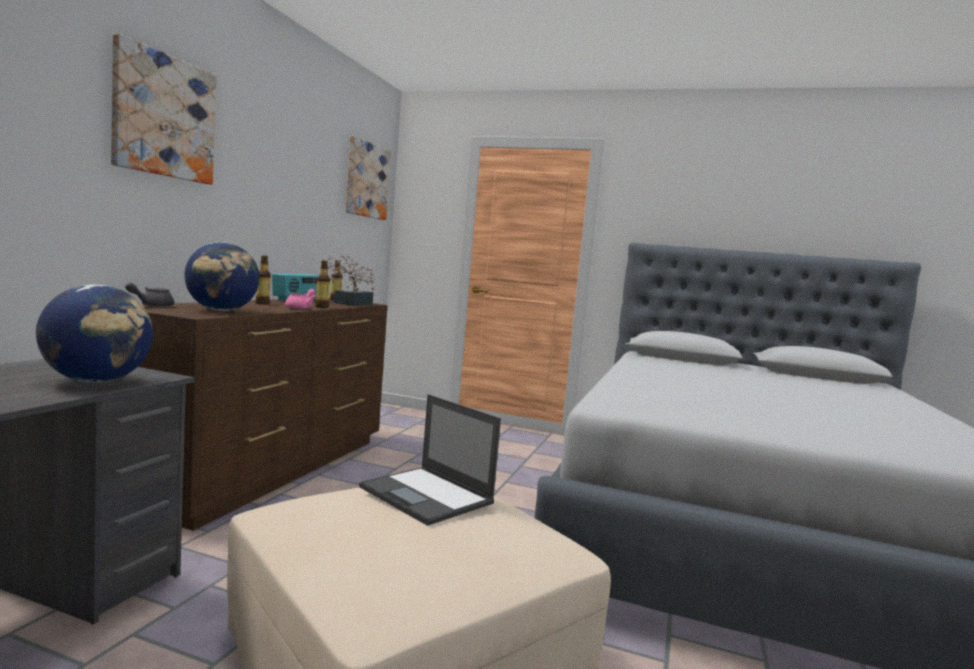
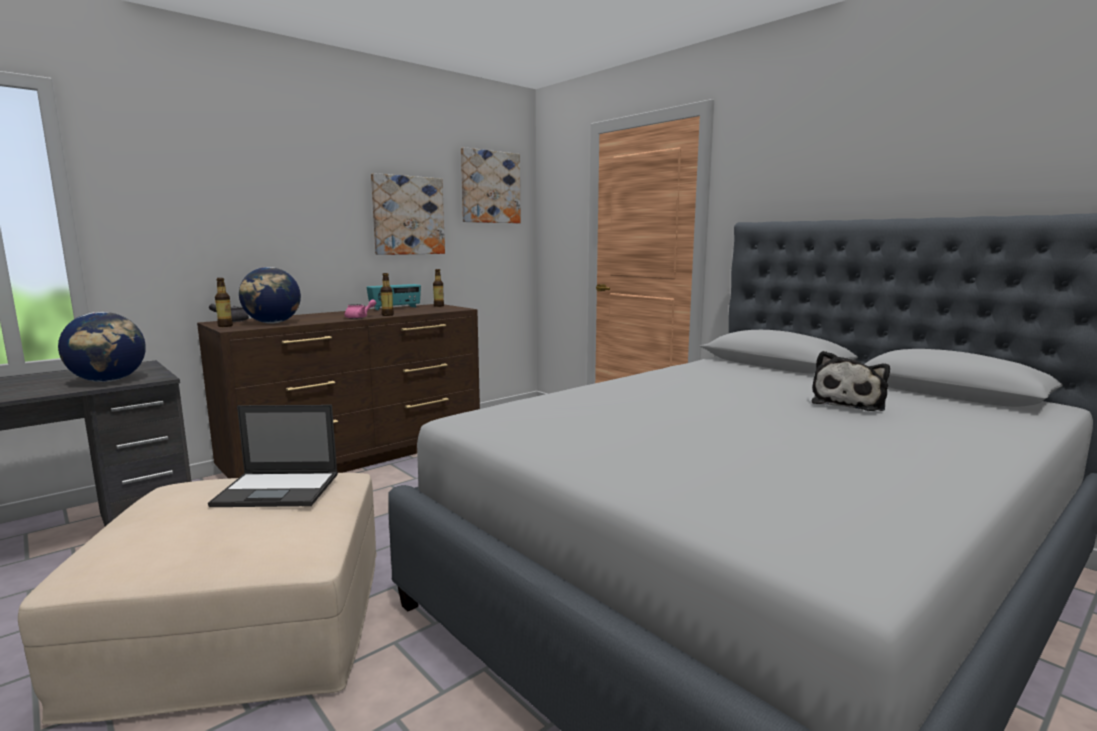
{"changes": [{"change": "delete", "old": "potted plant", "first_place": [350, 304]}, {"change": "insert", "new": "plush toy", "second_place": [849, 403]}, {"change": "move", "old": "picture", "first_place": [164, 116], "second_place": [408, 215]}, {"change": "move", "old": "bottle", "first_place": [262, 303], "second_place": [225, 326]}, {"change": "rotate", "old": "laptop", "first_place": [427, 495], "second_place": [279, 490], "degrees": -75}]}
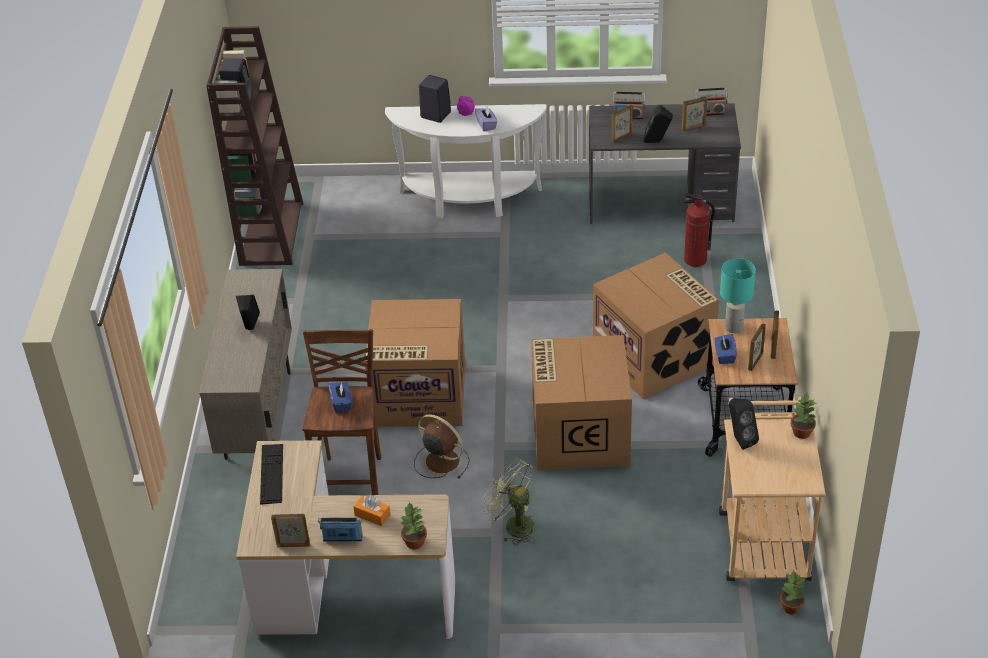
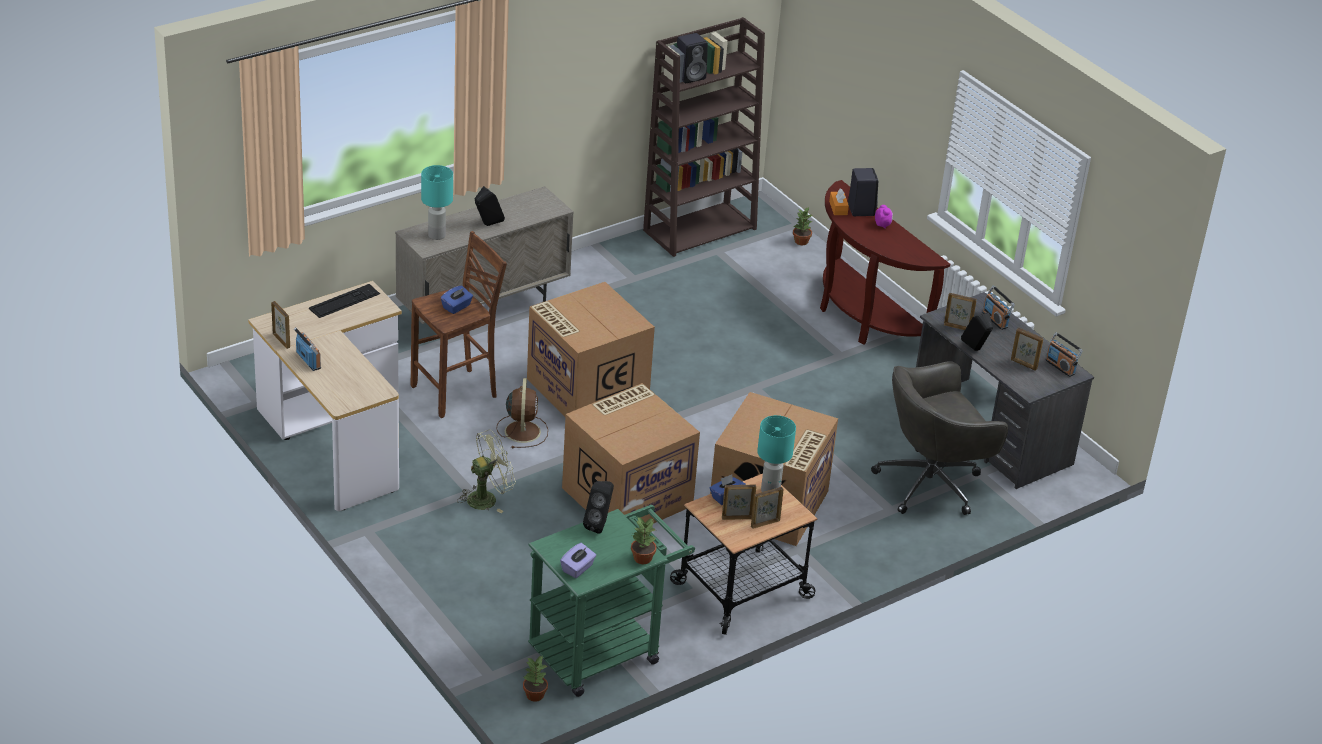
{"changes": [{"change": "insert", "new": "turquoise table lamp", "second_place": [436, 235]}, {"change": "move", "old": "orange tissue box", "first_place": [372, 515], "second_place": [838, 208]}, {"change": "move", "old": "potted plant", "first_place": [414, 542], "second_place": [801, 241]}, {"change": "move", "old": "purple tissue box", "first_place": [486, 125], "second_place": [578, 568]}, {"change": "replace", "old": "fire extinguisher", "new": "grey office chair", "first_place": [695, 260], "second_place": [931, 483]}, {"change": "recolor", "old": "white console table", "new": "brown console table", "first_place": [469, 201], "second_place": [863, 318]}, {"change": "recolor", "old": "beige cart", "new": "green cart", "first_place": [762, 537], "second_place": [603, 650]}, {"change": "rotate", "old": "green fan", "first_place": [513, 524], "second_place": [487, 498], "degrees": 60}]}
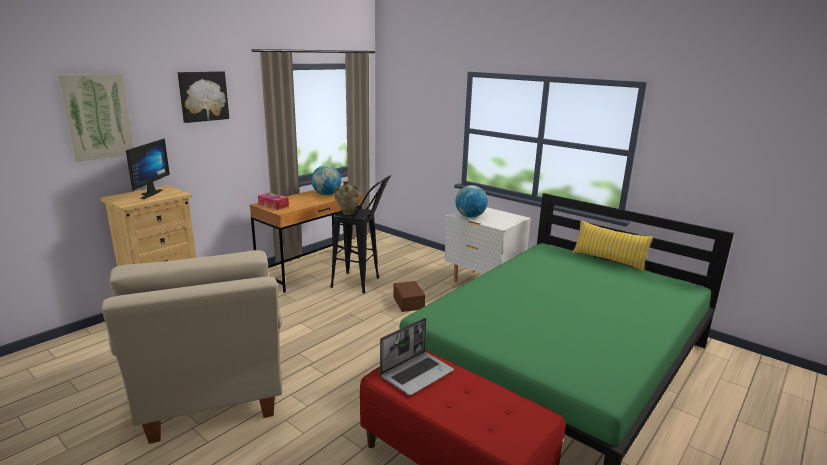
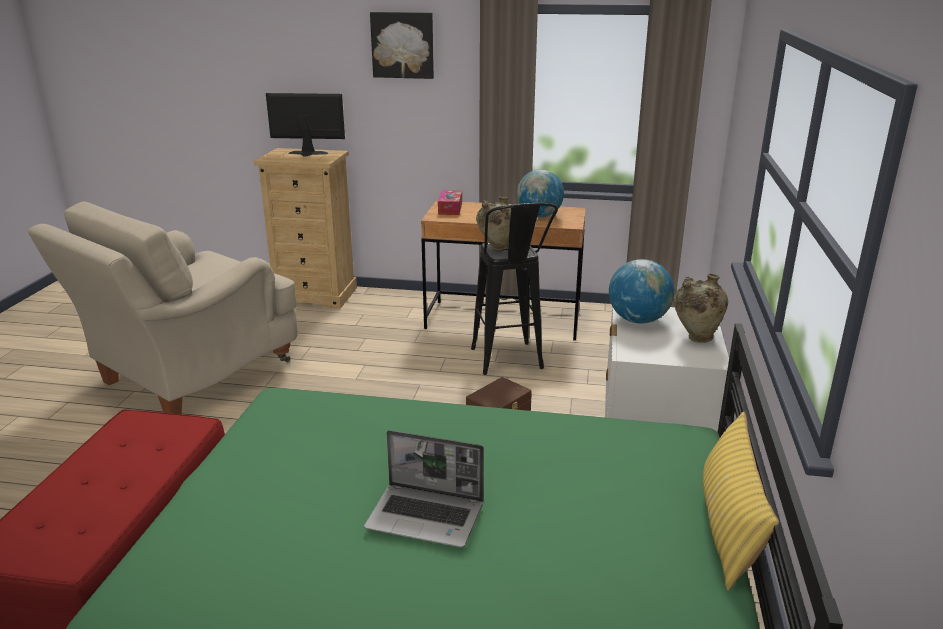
{"changes": [{"change": "delete", "old": "picture", "first_place": [97, 116]}, {"change": "insert", "new": "beige vase", "second_place": [695, 338]}, {"change": "move", "old": "laptop", "first_place": [417, 373], "second_place": [427, 516]}, {"change": "rotate", "old": "monitor", "first_place": [147, 194], "second_place": [307, 154], "degrees": -150}]}
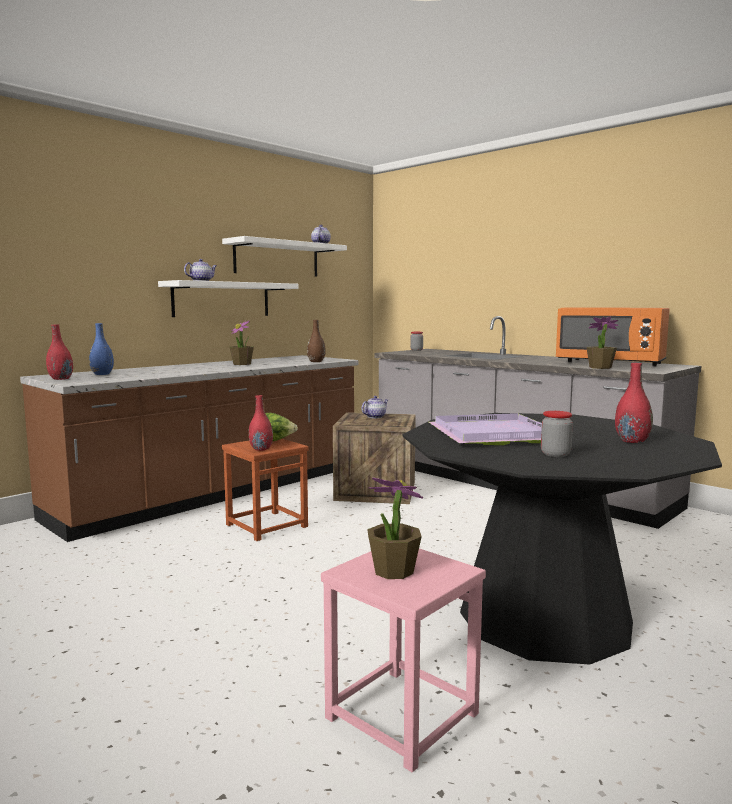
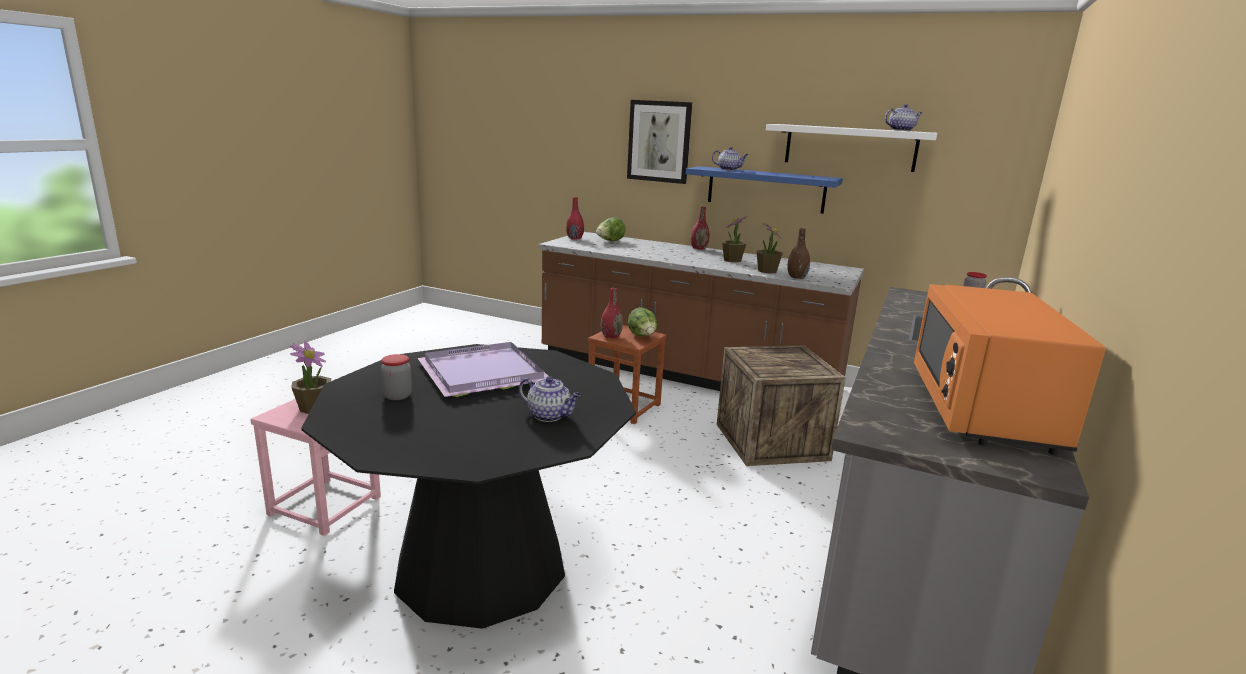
{"changes": [{"change": "insert", "new": "picture", "second_place": [659, 141]}, {"change": "move", "old": "teapot", "first_place": [375, 417], "second_place": [550, 415]}, {"change": "move", "old": "potted plant", "first_place": [600, 367], "second_place": [767, 271]}, {"change": "move", "old": "red vase", "first_place": [632, 441], "second_place": [698, 248]}, {"change": "replace", "old": "blue vase", "new": "lettuce", "first_place": [102, 374], "second_place": [609, 241]}, {"change": "recolor", "old": "white shelf", "new": "blue shelf", "first_place": [222, 299], "second_place": [765, 189]}]}
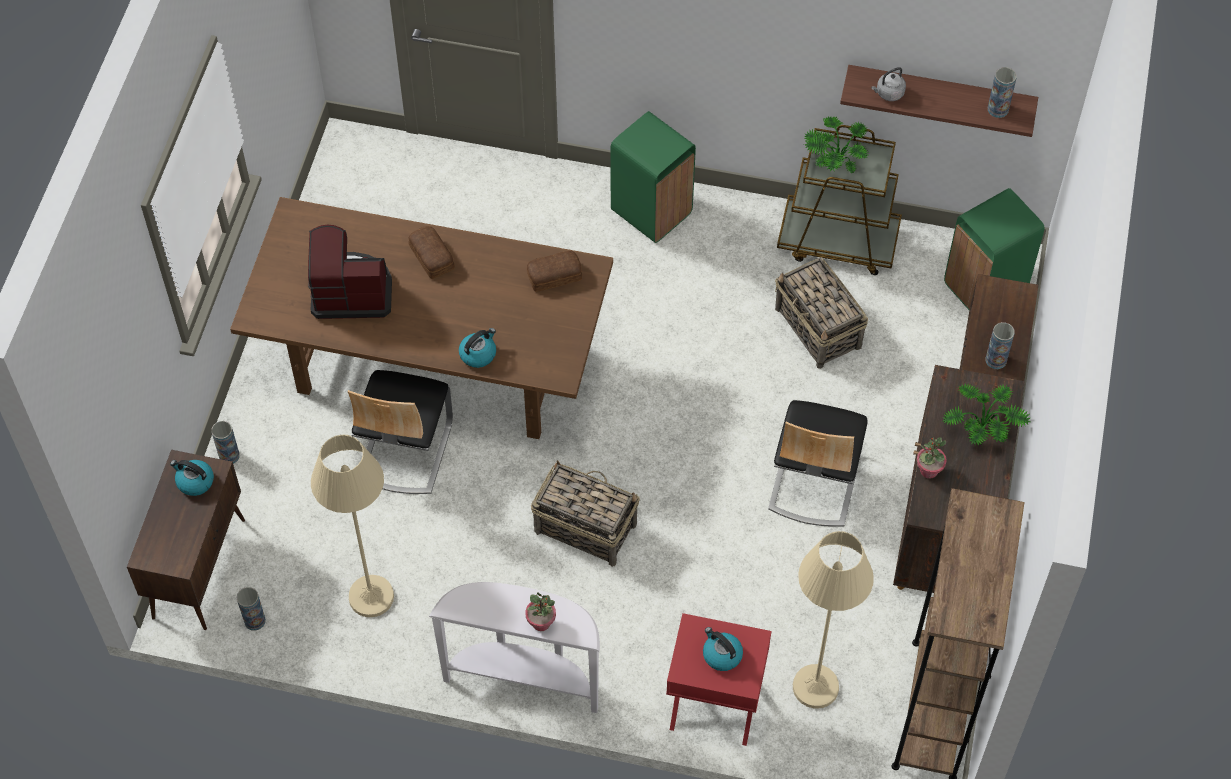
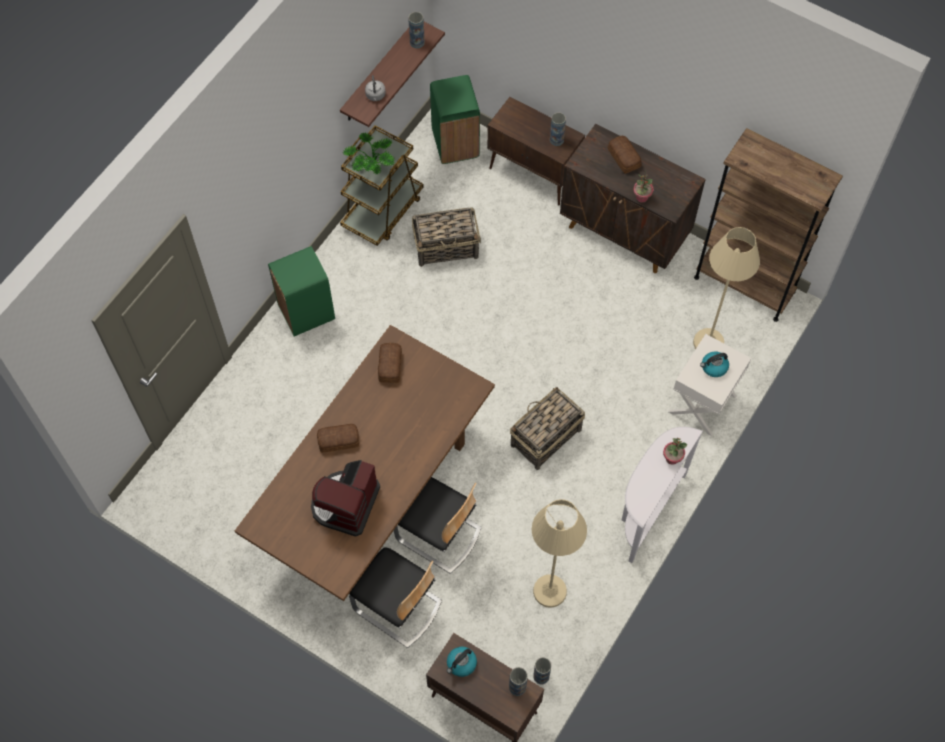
{"changes": [{"change": "delete", "old": "kettle", "first_place": [478, 354]}, {"change": "move", "old": "vase", "first_place": [229, 456], "second_place": [517, 687]}, {"change": "move", "old": "chair", "first_place": [813, 481], "second_place": [397, 606]}, {"change": "replace", "old": "potted plant", "new": "bread", "first_place": [982, 431], "second_place": [623, 158]}, {"change": "recolor", "old": "red nightstand", "new": "white nightstand", "first_place": [714, 705], "second_place": [703, 404]}]}
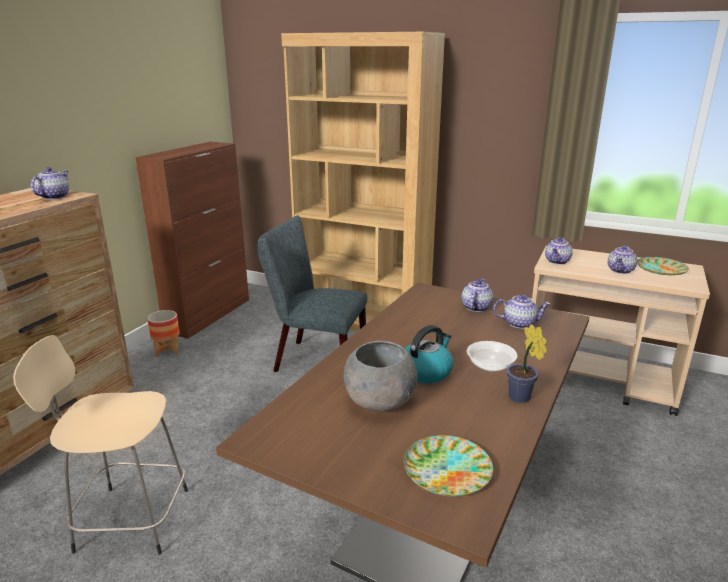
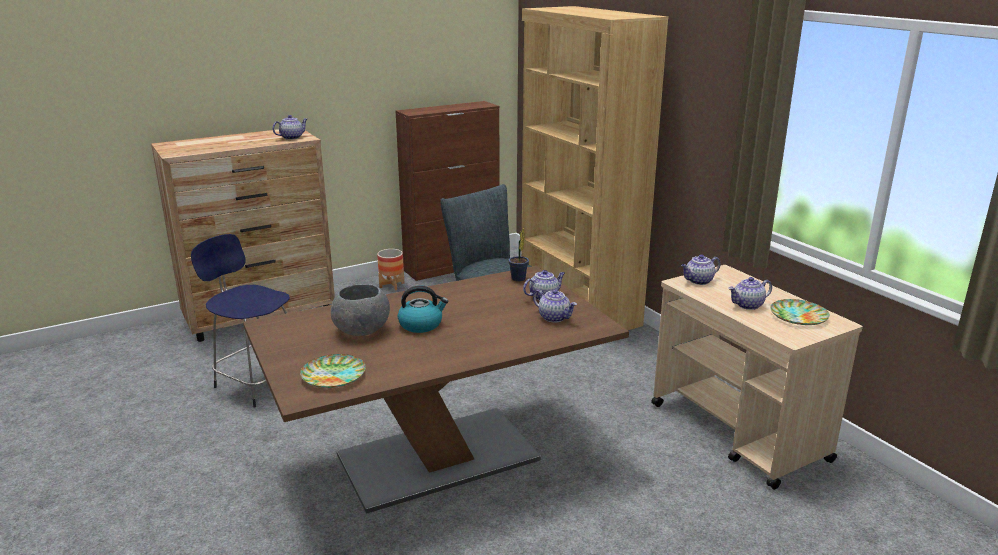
{"changes": [{"change": "delete", "old": "bowl", "first_place": [490, 366]}, {"change": "move", "old": "potted plant", "first_place": [521, 399], "second_place": [518, 279]}, {"change": "recolor", "old": "beige stool", "new": "blue stool", "first_place": [129, 519], "second_place": [258, 382]}]}
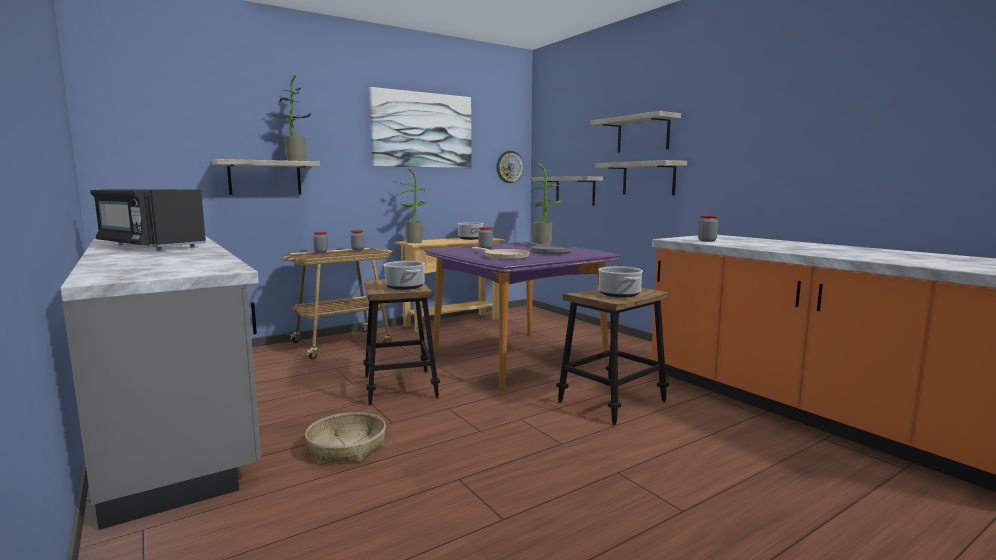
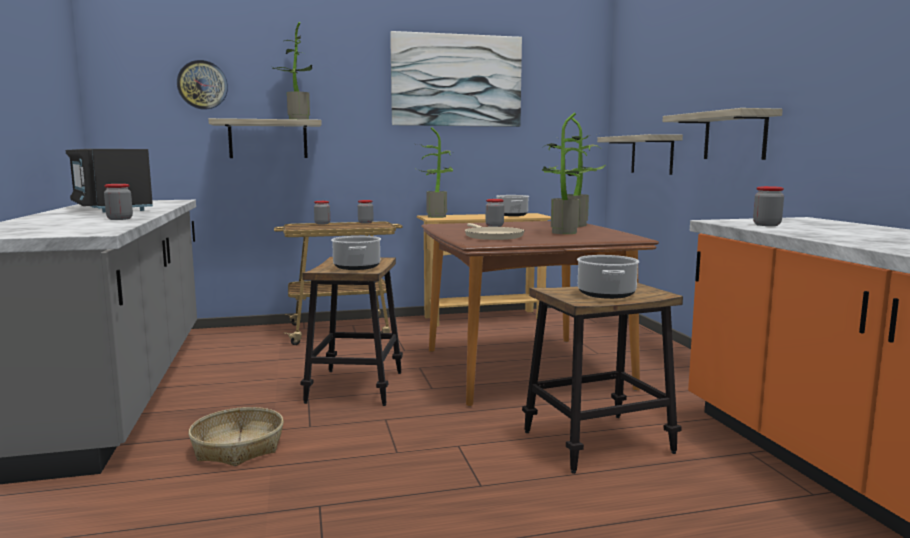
{"changes": [{"change": "delete", "old": "shelf", "first_place": [643, 134]}, {"change": "insert", "new": "jar", "second_place": [120, 219]}, {"change": "move", "old": "wall clock", "first_place": [509, 167], "second_place": [202, 85]}, {"change": "replace", "old": "grey frying pan", "new": "potted plant", "first_place": [548, 251], "second_place": [563, 233]}, {"change": "recolor", "old": "purple dining table", "new": "brown dining table", "first_place": [518, 358], "second_place": [525, 369]}]}
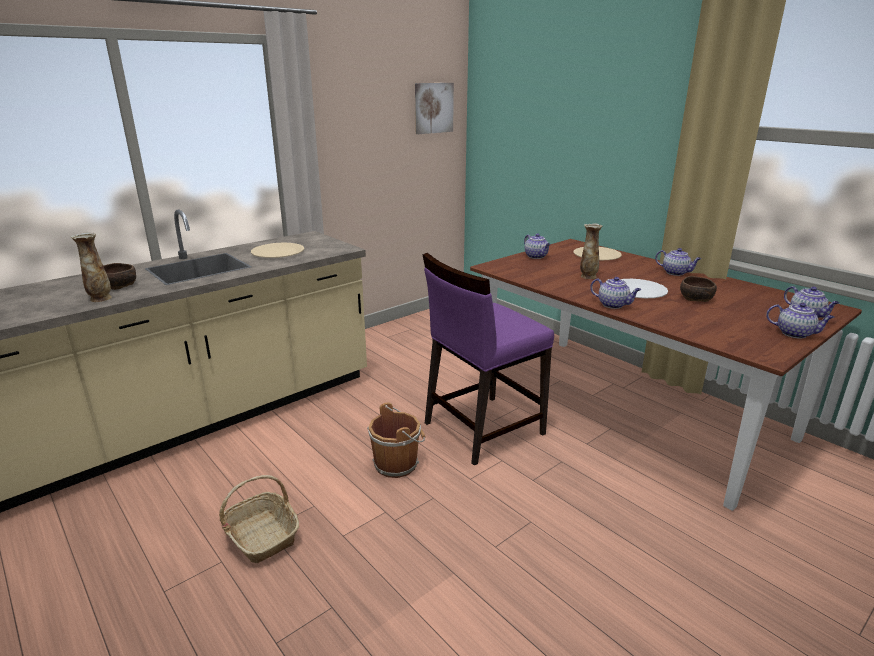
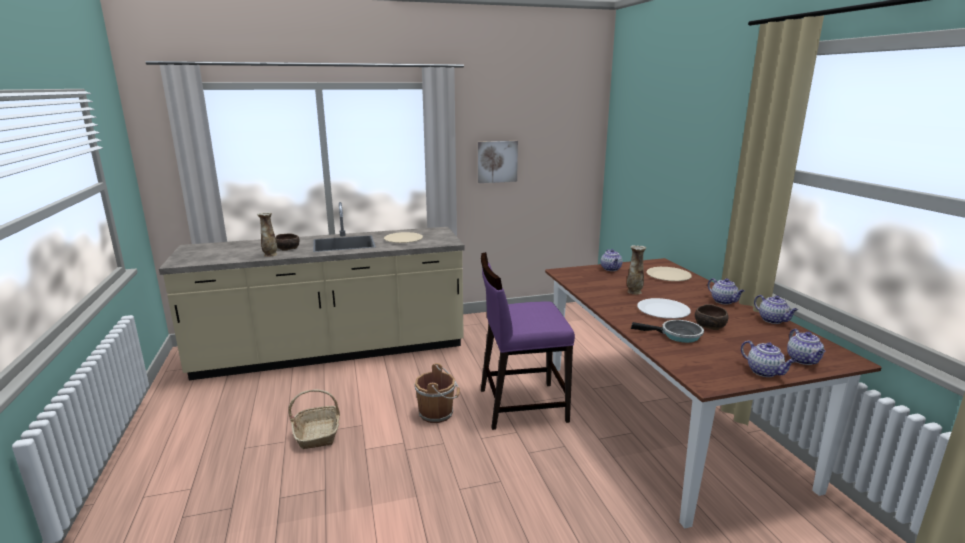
{"changes": [{"change": "insert", "new": "frying pan", "second_place": [677, 335]}, {"change": "move", "old": "picture", "first_place": [433, 108], "second_place": [497, 161]}, {"change": "move", "old": "teapot", "first_place": [613, 305], "second_place": [773, 320]}]}
